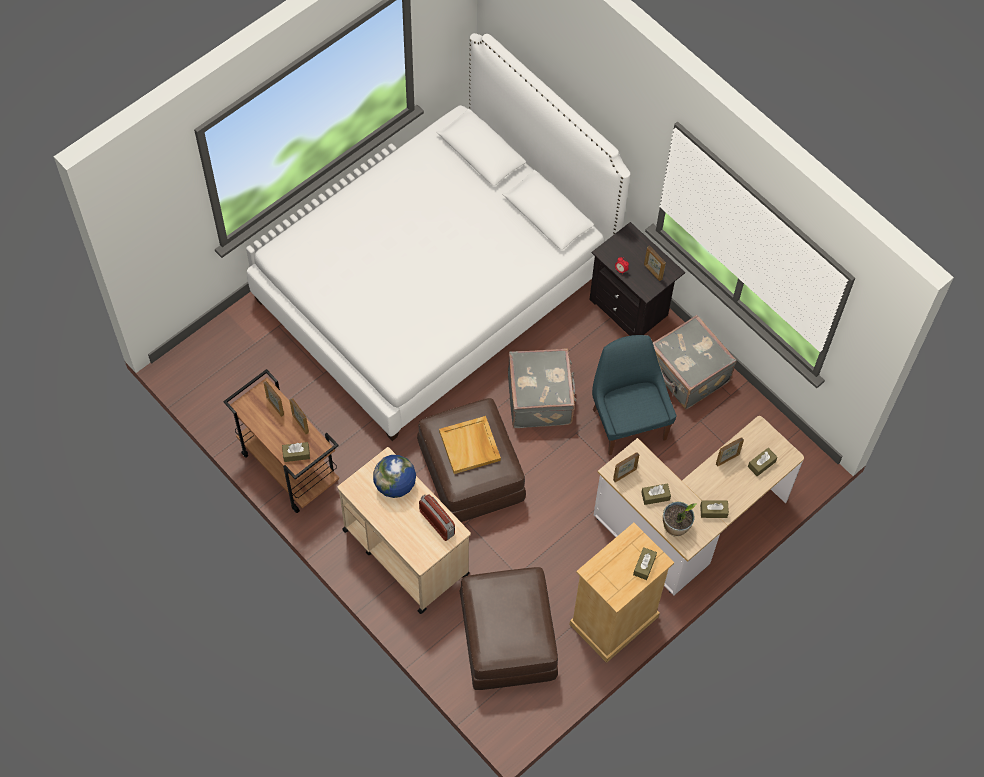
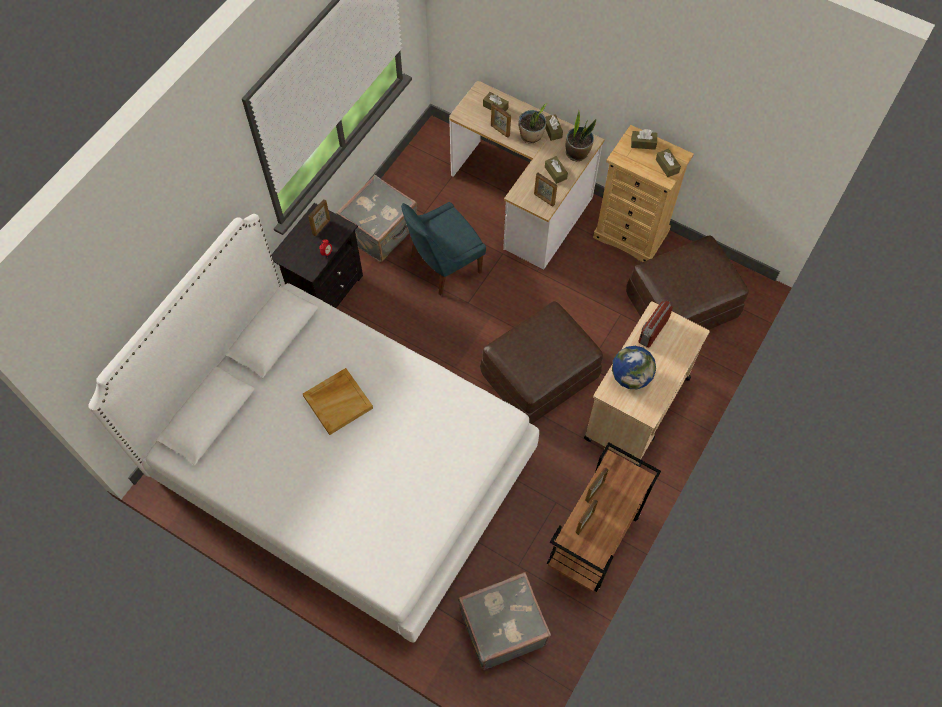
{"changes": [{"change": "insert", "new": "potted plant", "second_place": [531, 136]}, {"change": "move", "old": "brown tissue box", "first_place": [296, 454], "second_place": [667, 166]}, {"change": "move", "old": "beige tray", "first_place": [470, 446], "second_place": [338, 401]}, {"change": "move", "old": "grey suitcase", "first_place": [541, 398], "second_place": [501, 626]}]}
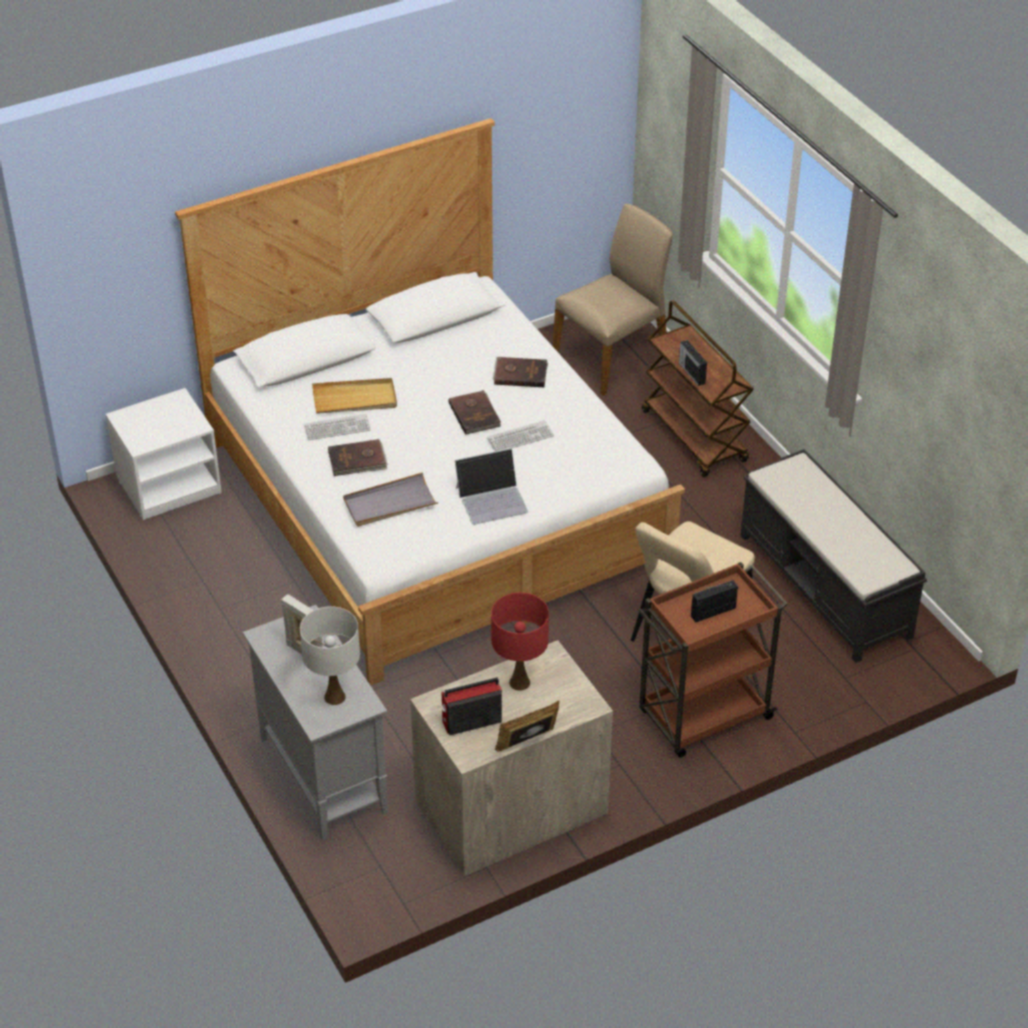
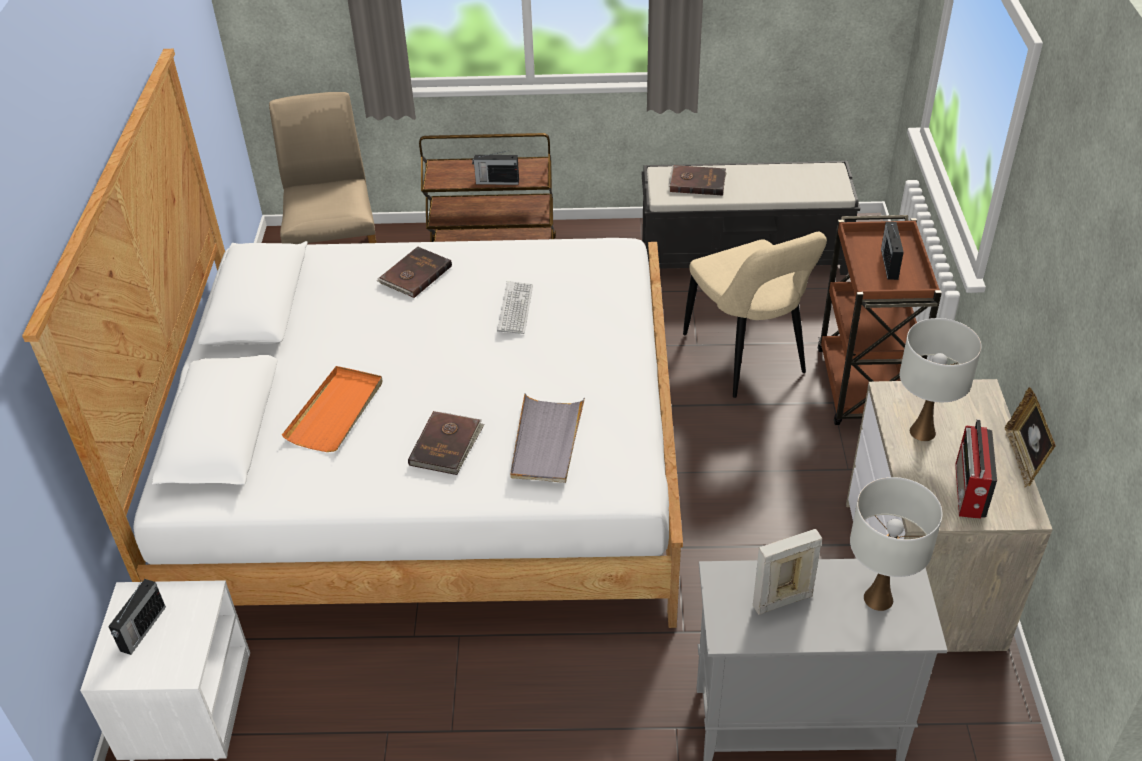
{"changes": [{"change": "delete", "old": "keyboard", "first_place": [337, 428]}, {"change": "delete", "old": "laptop", "first_place": [492, 499]}, {"change": "insert", "new": "radio", "second_place": [142, 629]}, {"change": "move", "old": "brown book", "first_place": [475, 414], "second_place": [697, 182]}, {"change": "recolor", "old": "beige tray", "new": "orange tray", "first_place": [355, 399], "second_place": [336, 412]}, {"change": "recolor", "old": "red table lamp", "new": "white table lamp", "first_place": [519, 682], "second_place": [922, 432]}]}
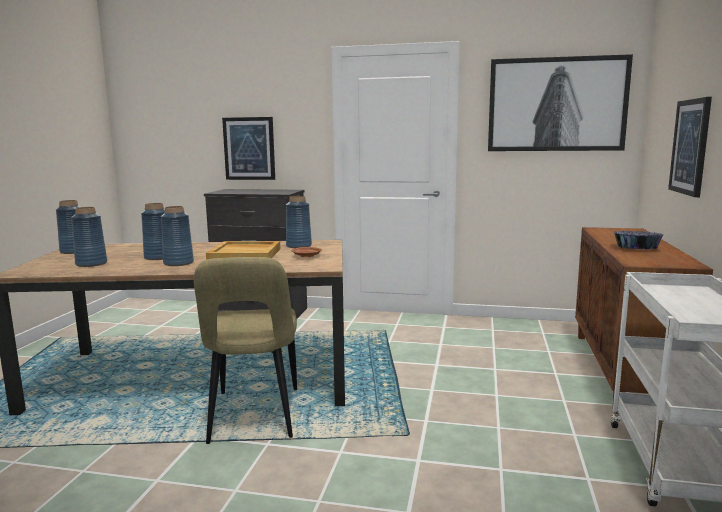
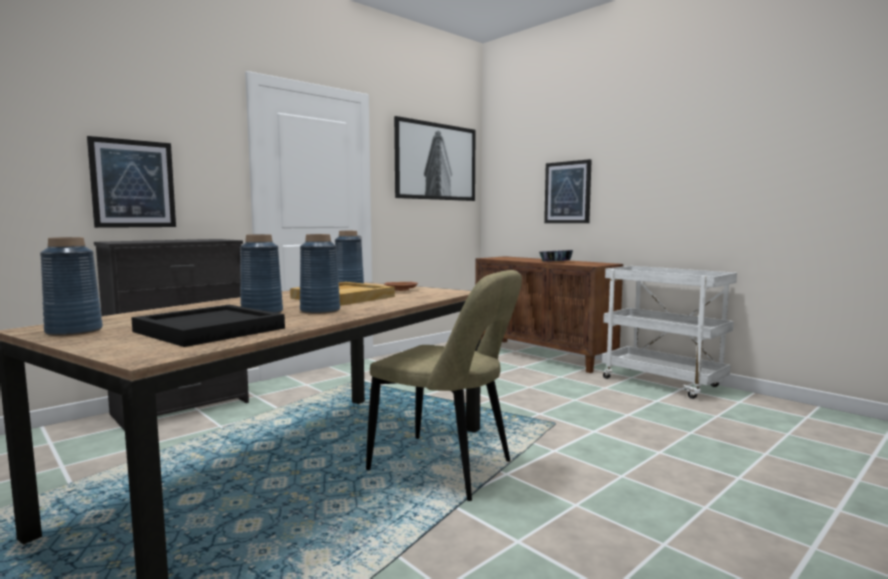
{"changes": [{"change": "replace", "old": "blue vase", "new": "black tray", "first_place": [91, 264], "second_place": [209, 330]}]}
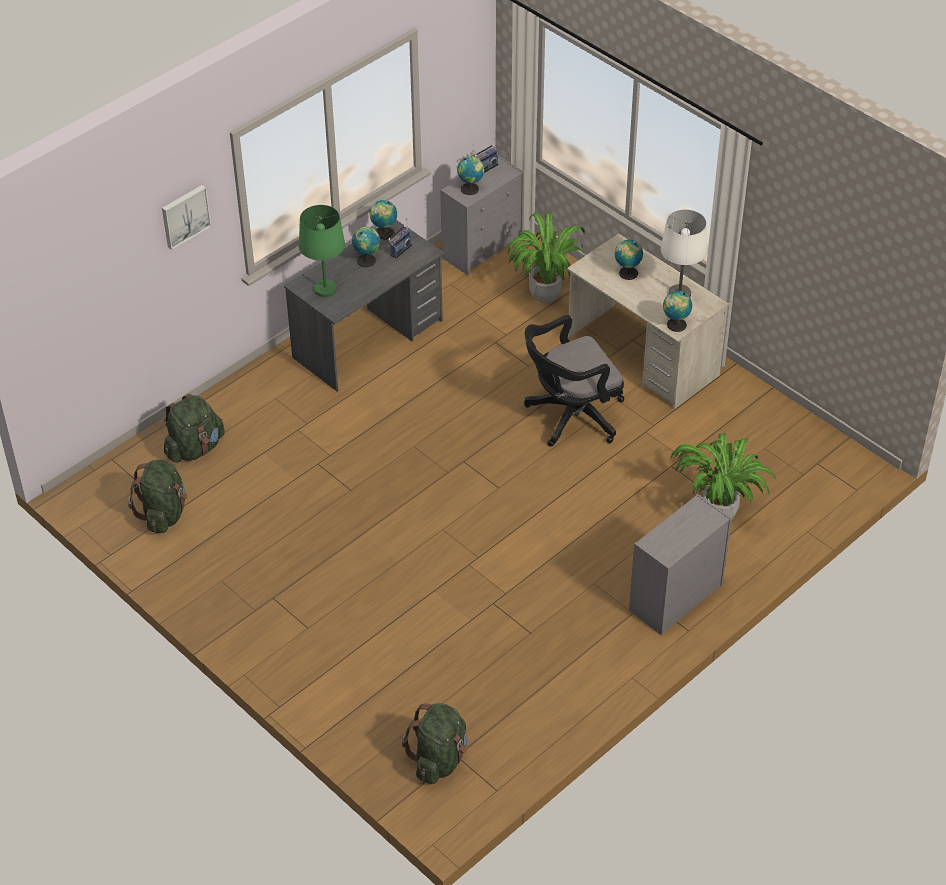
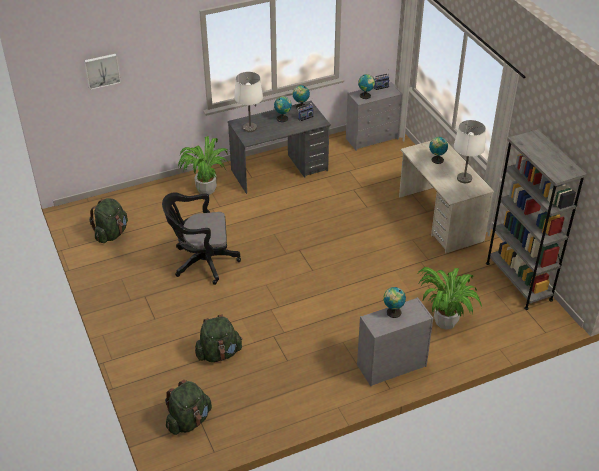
{"changes": [{"change": "insert", "new": "grey bookcase", "second_place": [518, 281]}, {"change": "move", "old": "picture", "first_place": [184, 215], "second_place": [102, 70]}, {"change": "move", "old": "green backpack", "first_place": [195, 448], "second_place": [219, 353]}, {"change": "move", "old": "potted plant", "first_place": [544, 293], "second_place": [206, 189]}, {"change": "move", "old": "black office chair", "first_place": [570, 416], "second_place": [201, 262]}, {"change": "move", "old": "globe", "first_place": [675, 325], "second_place": [392, 312]}, {"change": "recolor", "old": "green table lamp", "new": "white table lamp", "first_place": [325, 289], "second_place": [249, 128]}]}
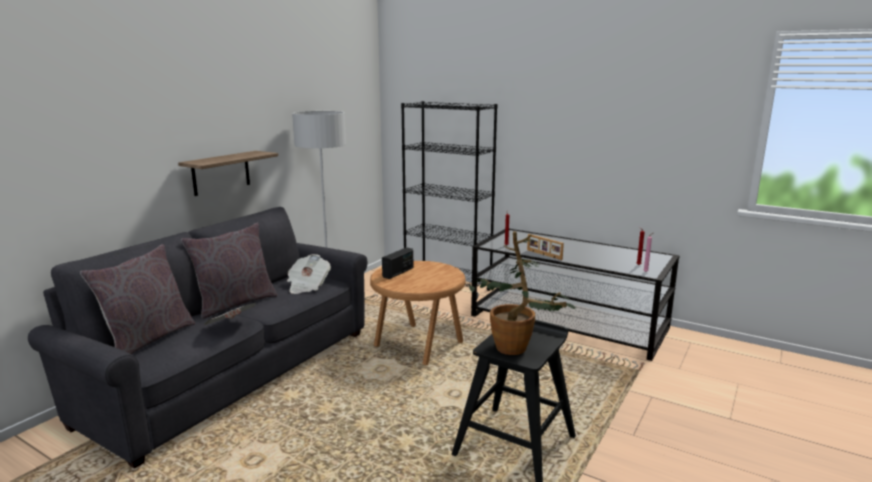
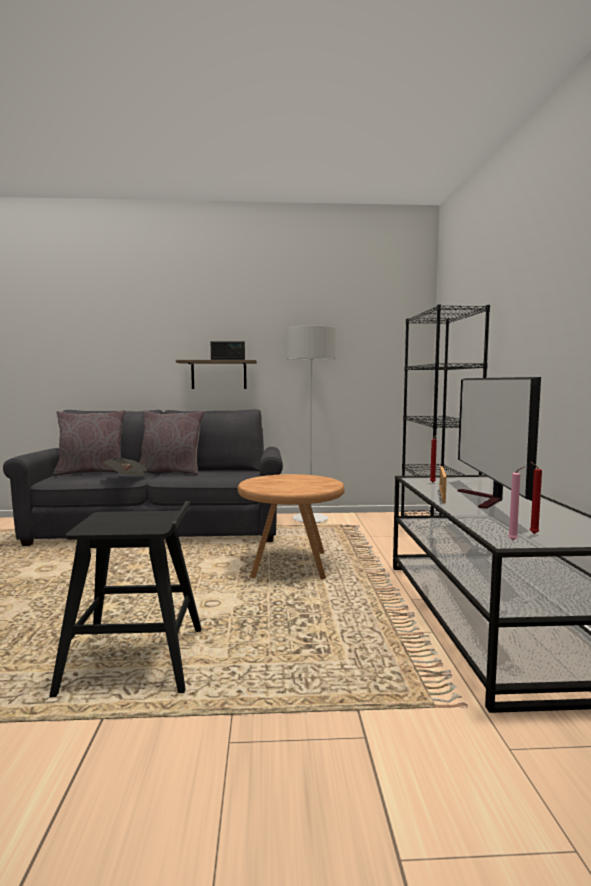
{"changes": [{"change": "delete", "old": "newspaper", "first_place": [307, 286]}, {"change": "delete", "old": "potted plant", "first_place": [517, 351]}, {"change": "insert", "new": "television", "second_place": [486, 500]}, {"change": "move", "old": "radio", "first_place": [398, 272], "second_place": [228, 359]}]}
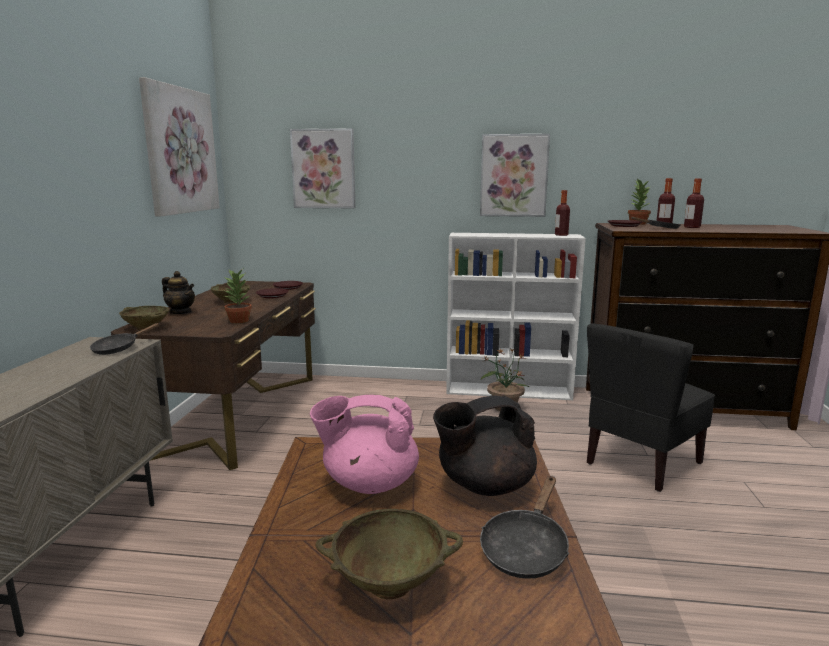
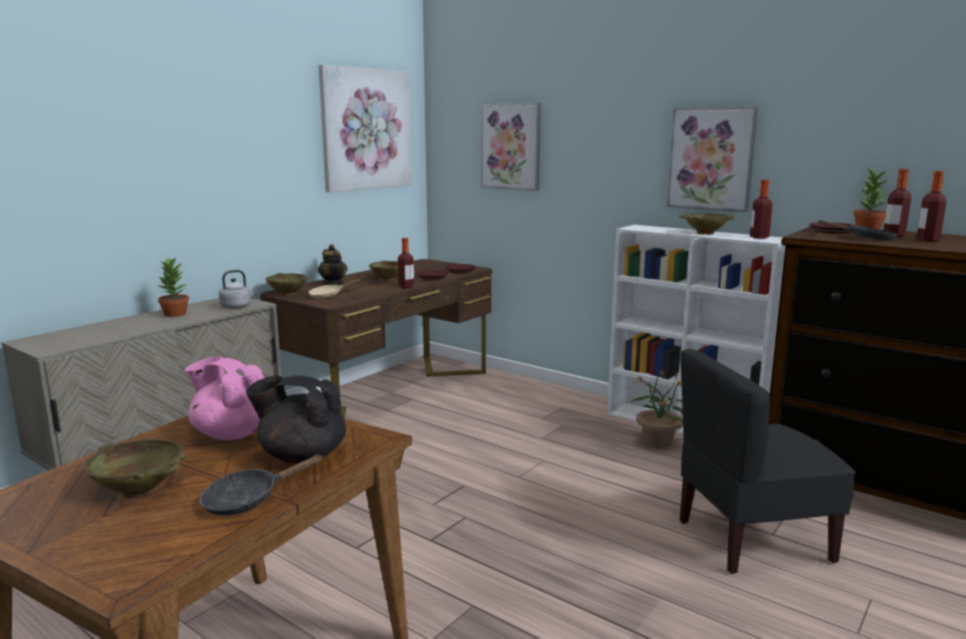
{"changes": [{"change": "insert", "new": "beige frying pan", "second_place": [329, 295]}, {"change": "insert", "new": "bottle", "second_place": [406, 286]}, {"change": "insert", "new": "beige bowl", "second_place": [705, 233]}, {"change": "move", "old": "potted plant", "first_place": [239, 321], "second_place": [175, 314]}, {"change": "replace", "old": "black frying pan", "new": "grey kettle", "first_place": [119, 348], "second_place": [237, 306]}]}
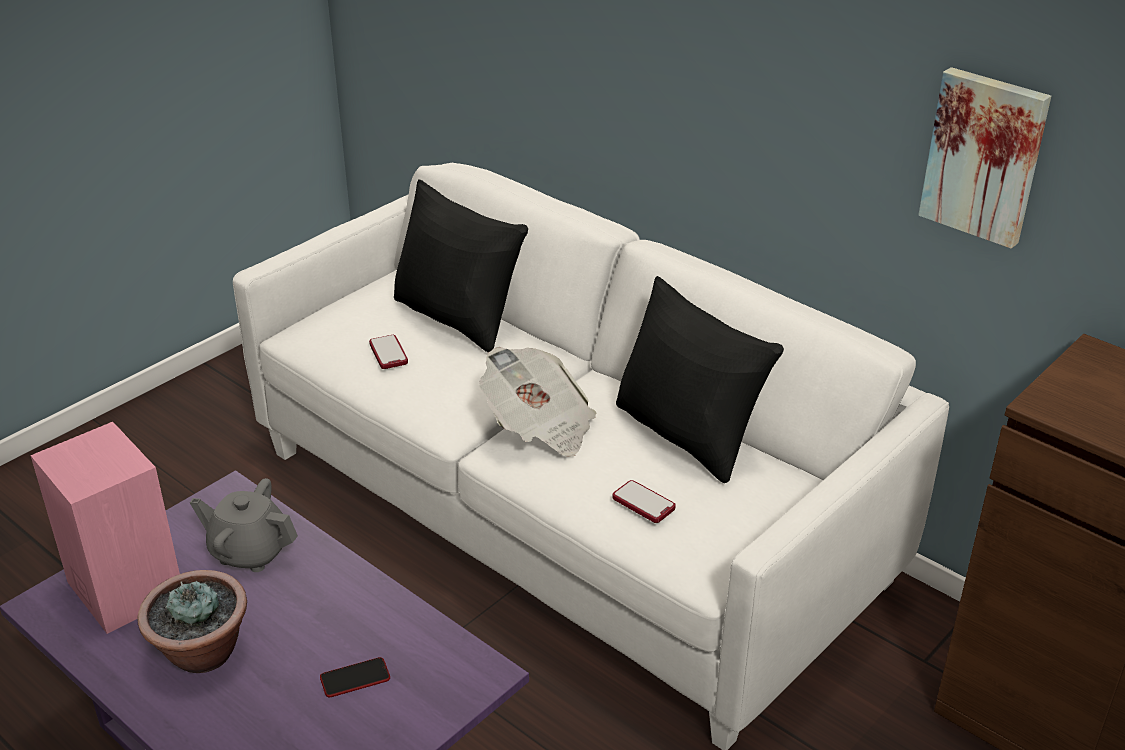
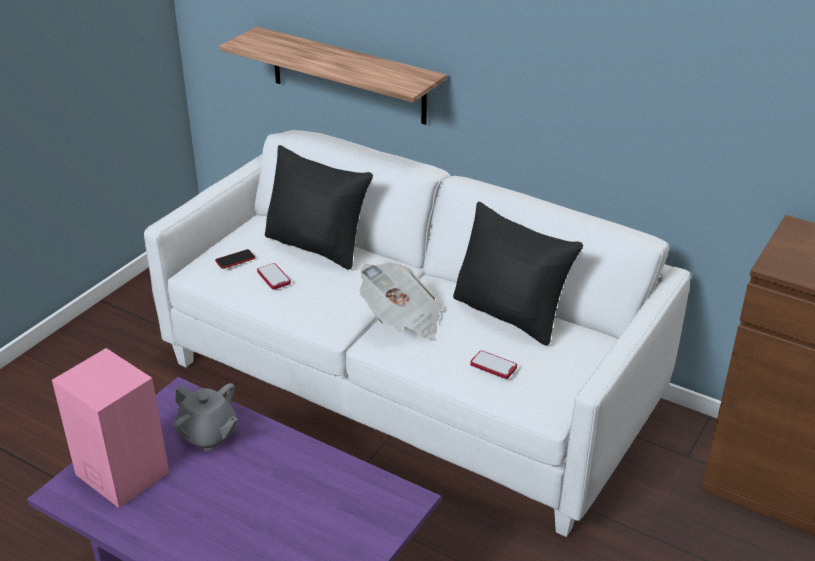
{"changes": [{"change": "delete", "old": "potted plant", "first_place": [202, 654]}, {"change": "delete", "old": "picture", "first_place": [985, 156]}, {"change": "insert", "new": "shelf", "second_place": [348, 76]}, {"change": "move", "old": "phone", "first_place": [355, 678], "second_place": [235, 260]}, {"change": "rotate", "old": "grey teapot", "first_place": [250, 552], "second_place": [209, 435], "degrees": -150}]}
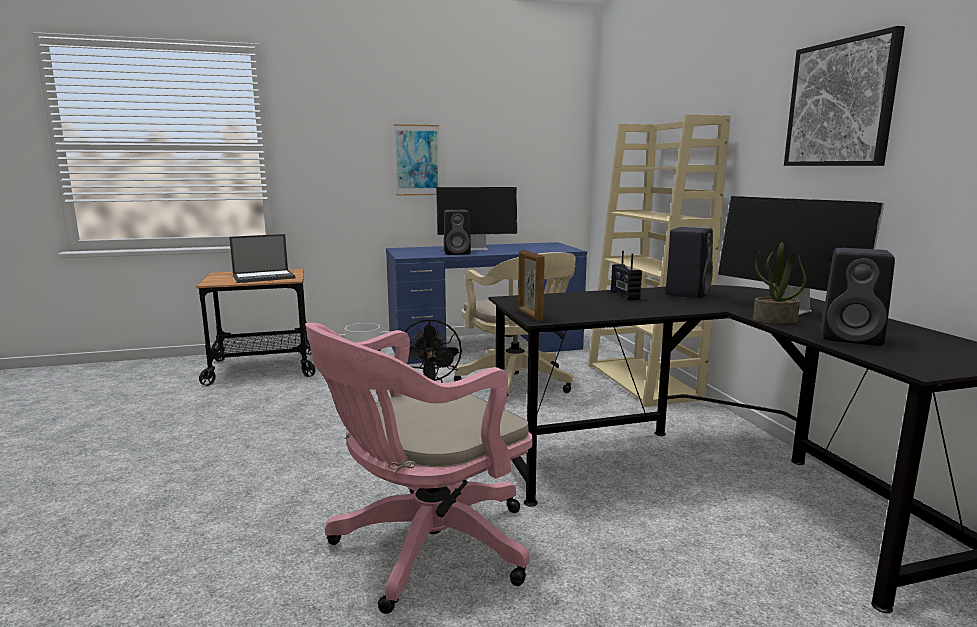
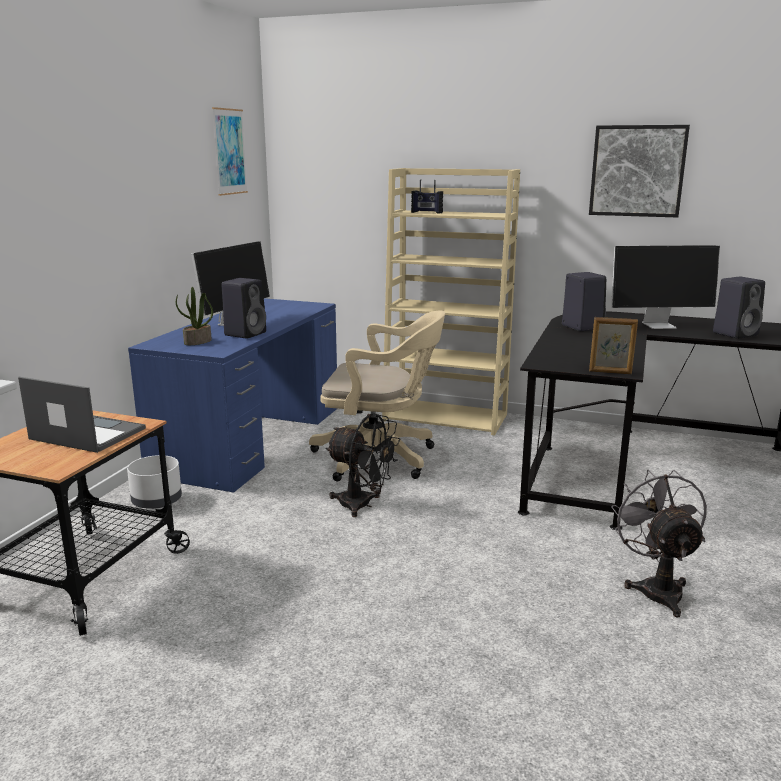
{"changes": [{"change": "move", "old": "picture", "first_place": [417, 160], "second_place": [229, 152]}, {"change": "move", "old": "radio", "first_place": [624, 295], "second_place": [426, 212]}, {"change": "move", "old": "potted plant", "first_place": [774, 320], "second_place": [197, 342]}, {"change": "replace", "old": "pink office chair", "new": "grey fan", "first_place": [424, 549], "second_place": [656, 588]}, {"change": "rotate", "old": "laptop", "first_place": [264, 277], "second_place": [86, 434], "degrees": -75}]}
